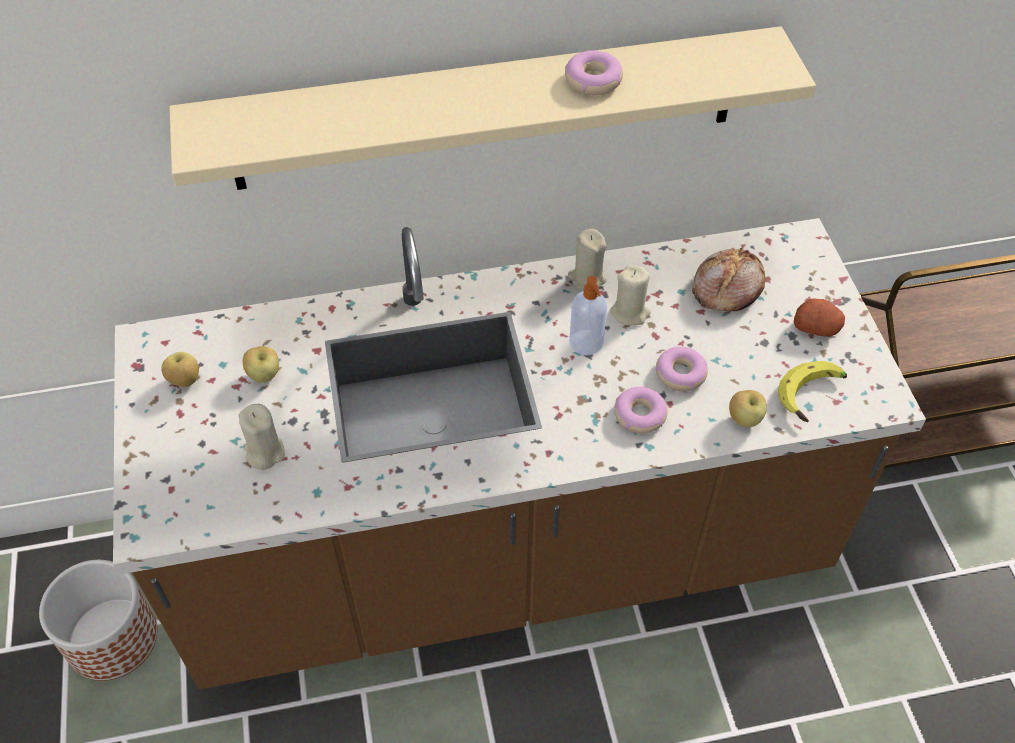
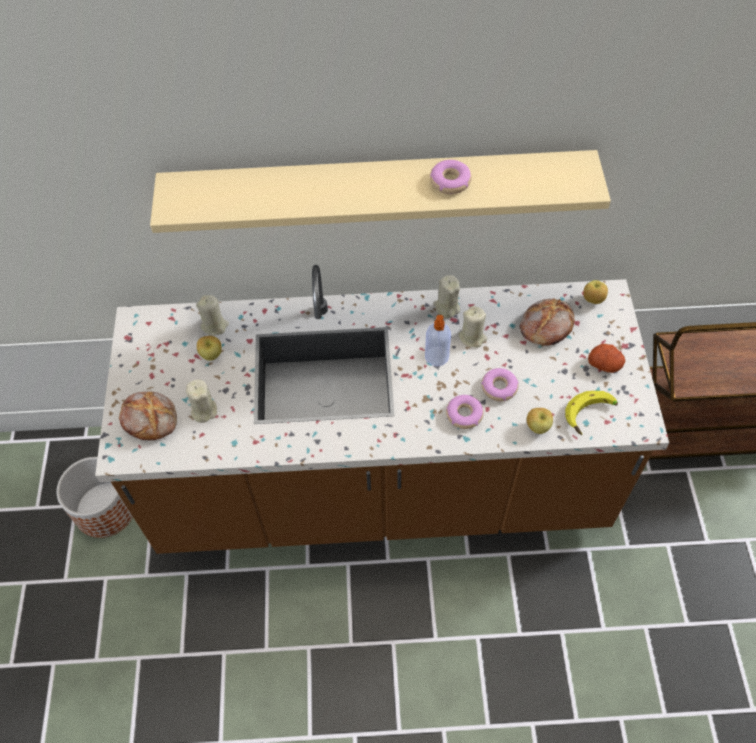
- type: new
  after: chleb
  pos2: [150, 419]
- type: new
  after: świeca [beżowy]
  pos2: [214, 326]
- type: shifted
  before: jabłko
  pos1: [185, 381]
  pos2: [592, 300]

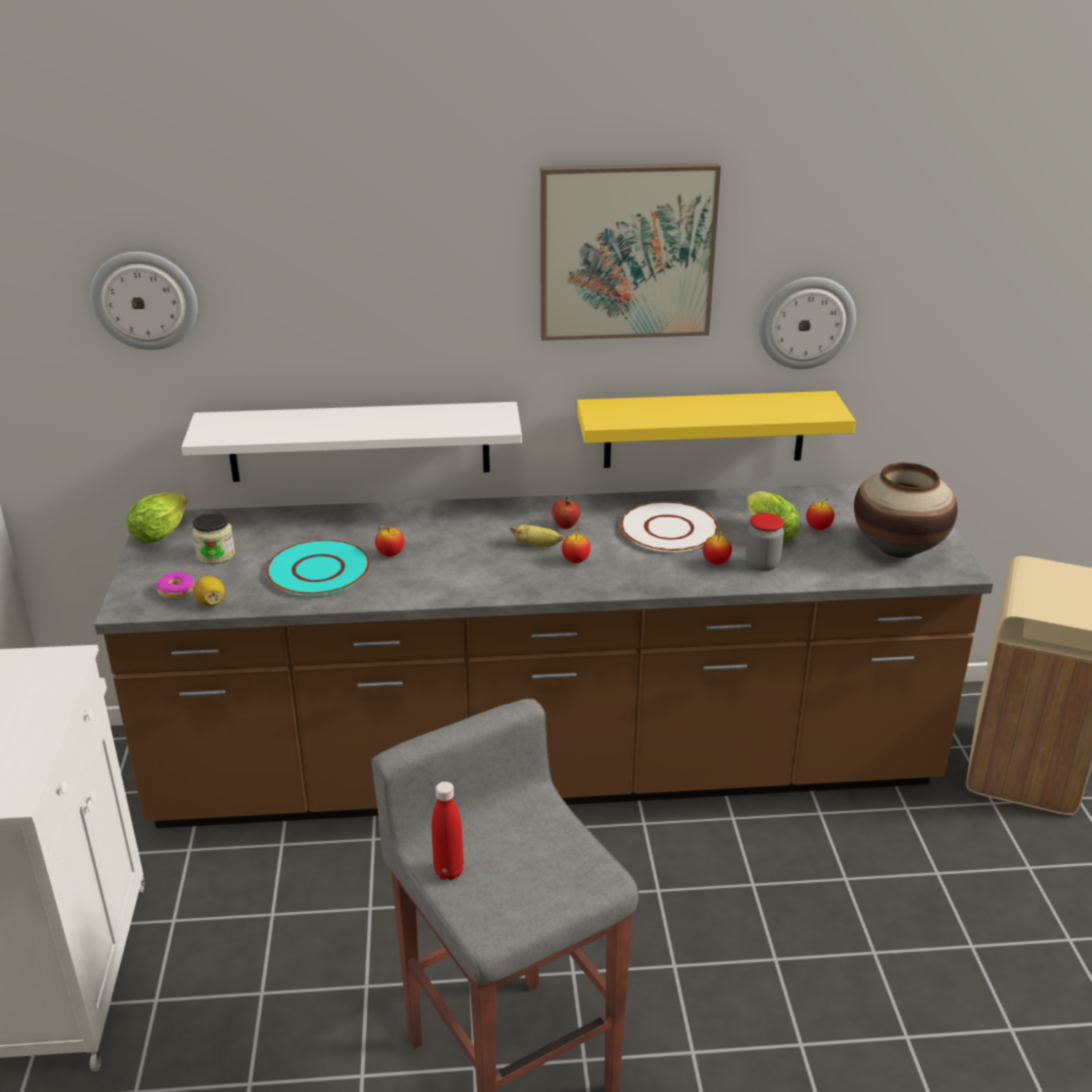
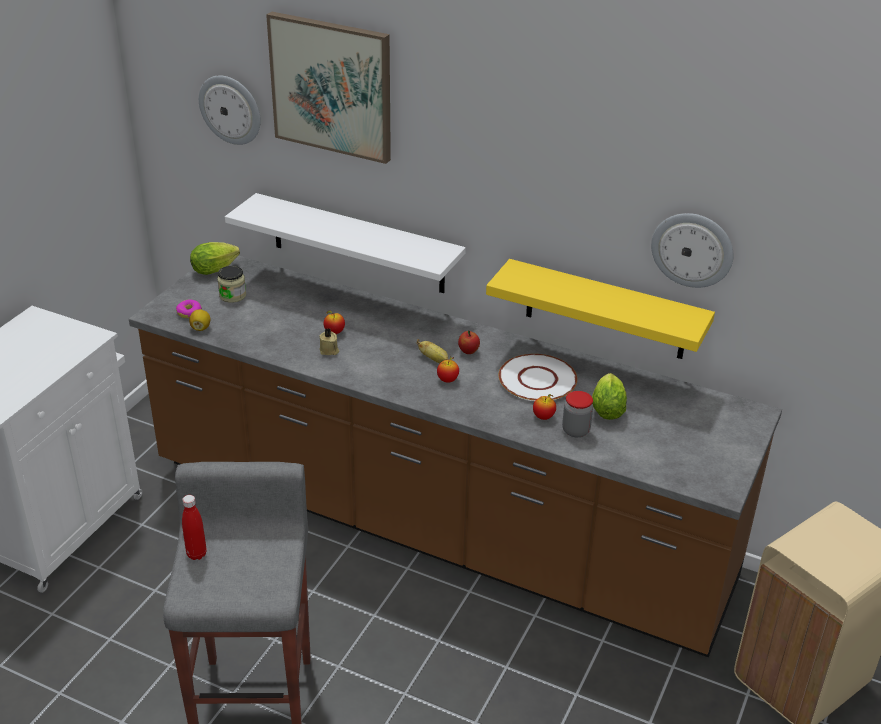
- type: shifted
  before: obraz
  pos1: [626, 251]
  pos2: [332, 86]
- type: new
  after: świeca [beżowy]
  pos2: [329, 351]
- type: gone
  before: talerz [turkusowy]
  pos1: [318, 570]
- type: gone
  before: jabłko
  pos1: [818, 528]
- type: gone
  before: wazon
  pos1: [897, 548]

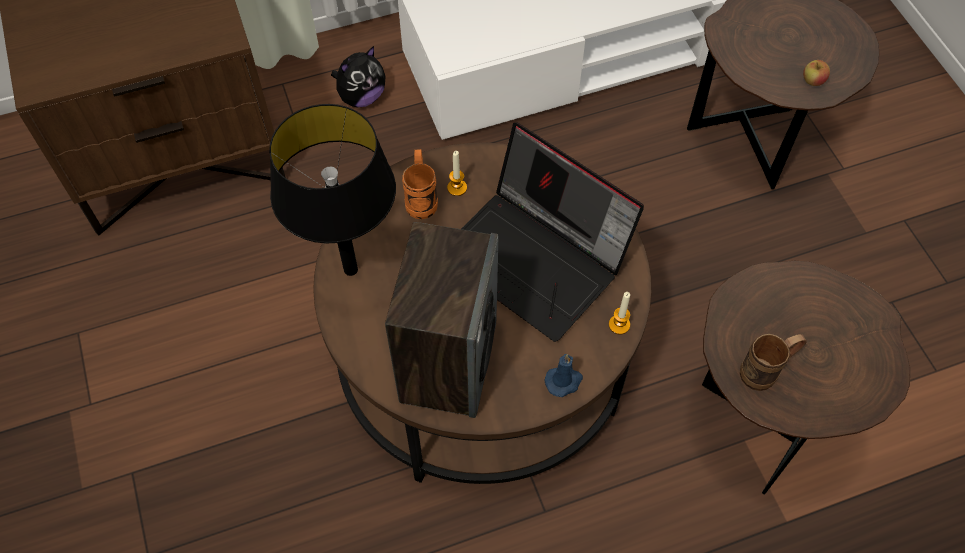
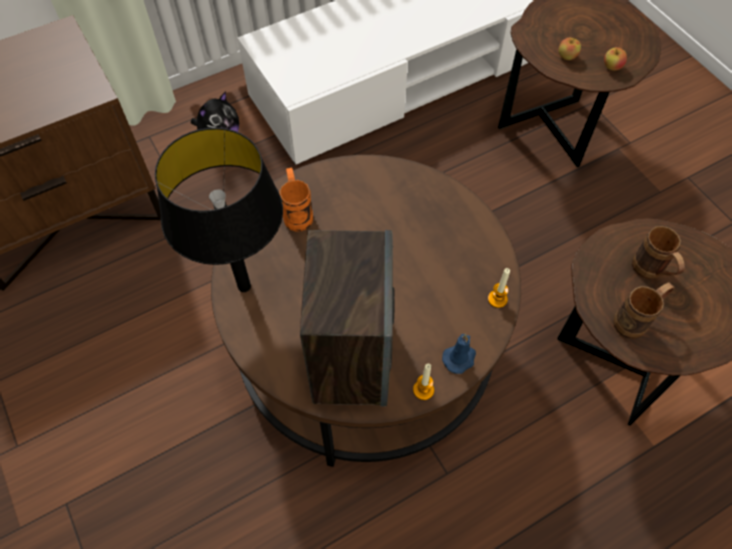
- type: shifted
  before: świeca
  pos1: [457, 188]
  pos2: [423, 390]
- type: new
  after: jabłko
  pos2: [567, 56]
- type: new
  after: kubek [brązowy]
  pos2: [651, 273]
- type: gone
  before: laptop
  pos1: [536, 259]

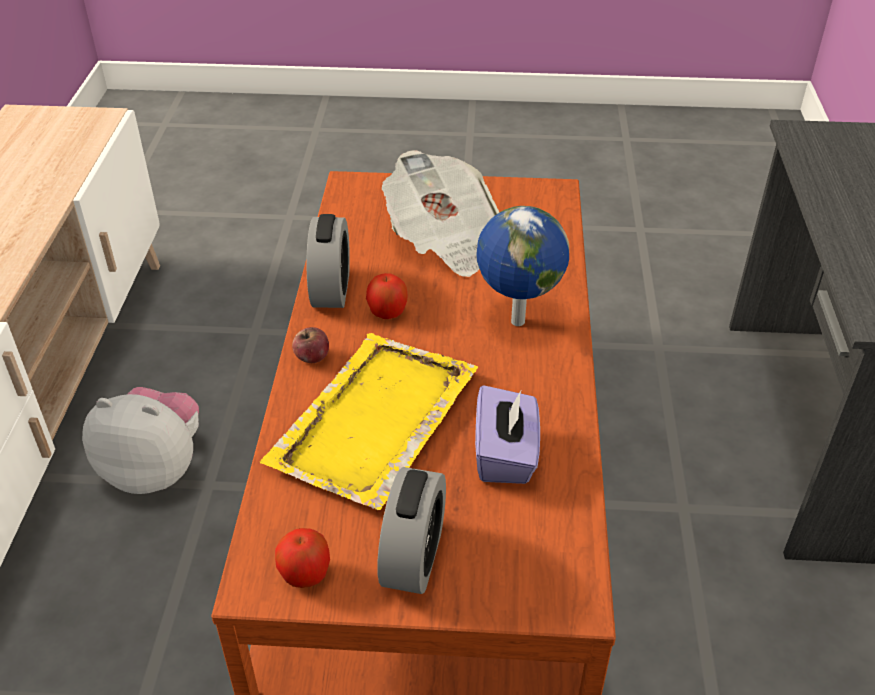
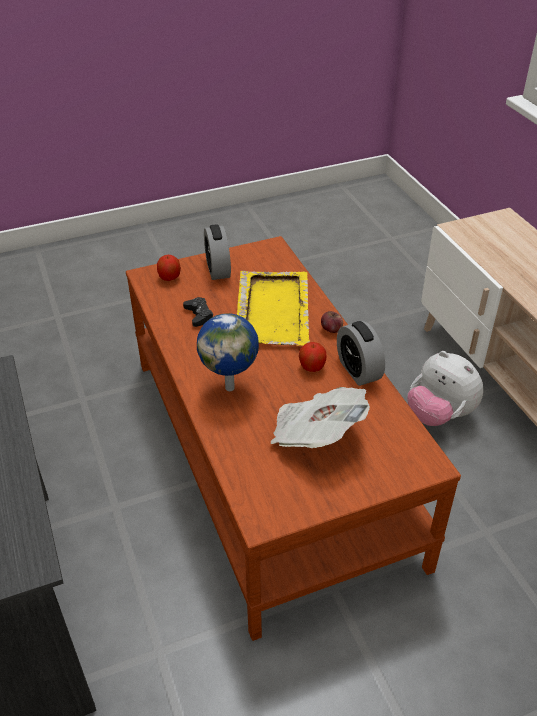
- type: shifted
  before: jabłko
  pos1: [305, 574]
  pos2: [169, 278]
- type: swapped
  before: pudełko chusteczek [fioletowy]
  after: pad do gier [czarny]
  pos1: [506, 455]
  pos2: [199, 315]
- type: rotated
  before: pluszak
  pos1: [156, 469]
  pos2: [439, 415]
  turn: 60

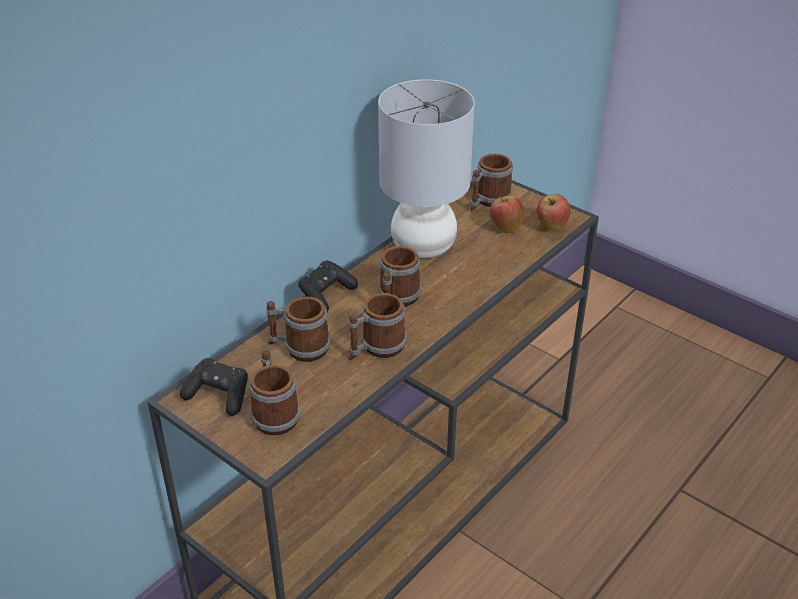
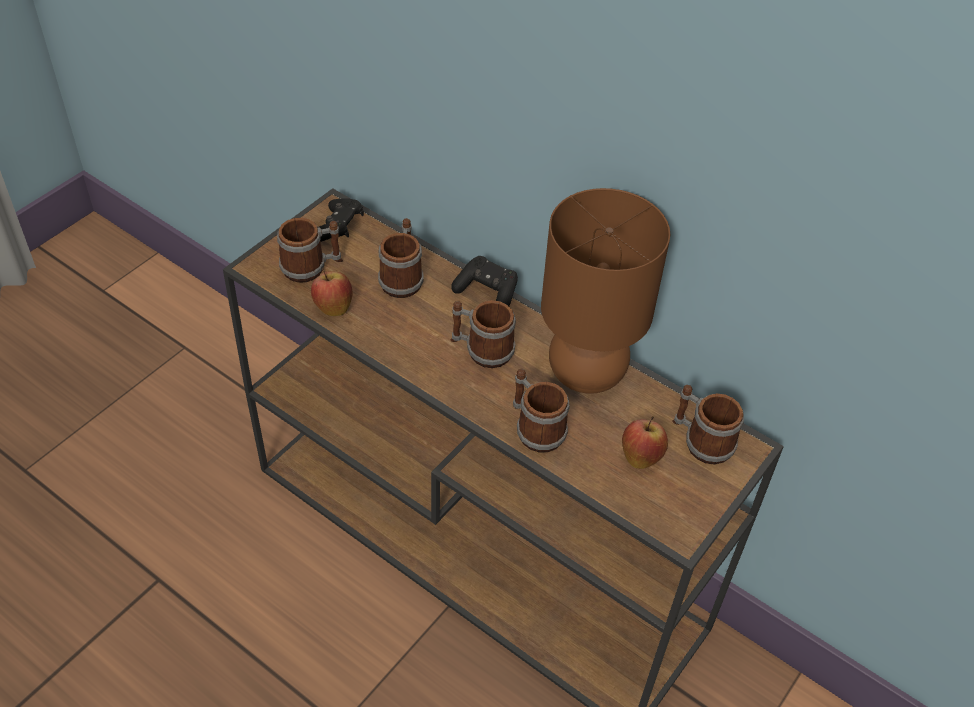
- type: shifted
  before: jabłko
  pos1: [551, 227]
  pos2: [333, 307]
- type: shifted
  before: kubek
  pos1: [376, 348]
  pos2: [535, 428]
- type: repainted
  before: lampa stołowa [szary]
  after: lampa stołowa [brązowy]
  pos1: [423, 246]
  pos2: [587, 373]

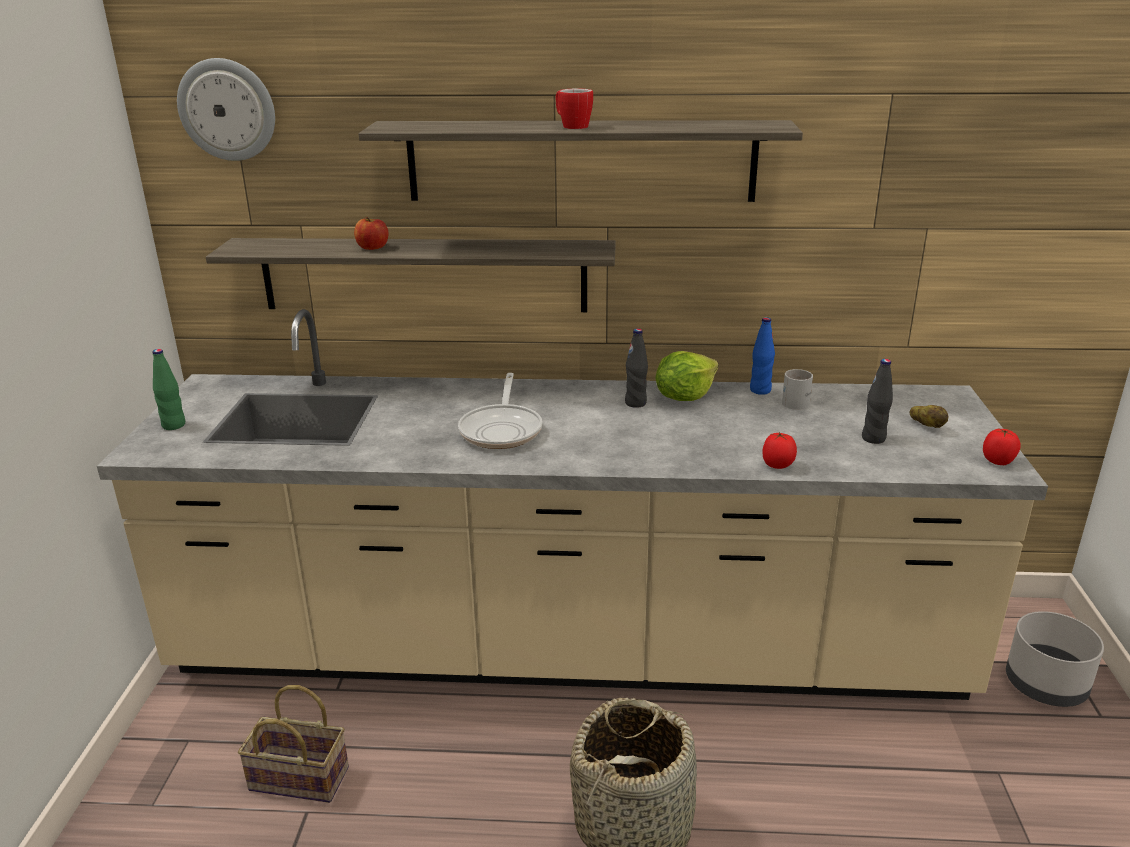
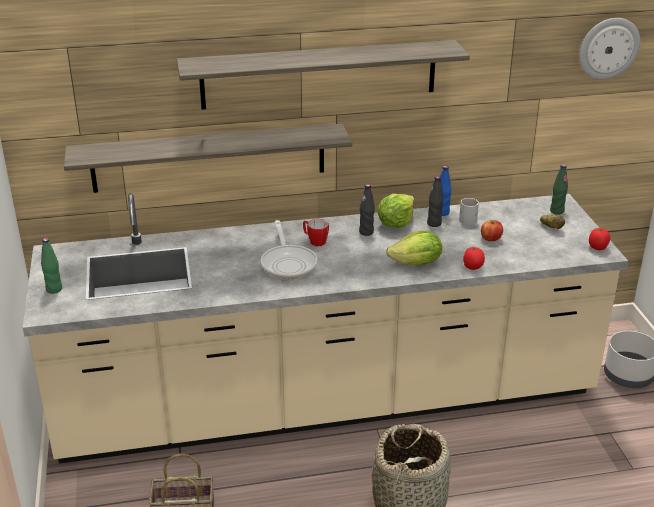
- type: shifted
  before: kubek
  pos1: [571, 126]
  pos2: [315, 241]
- type: new
  after: sałata
  pos2: [416, 263]
- type: shifted
  before: butelka [czarny]
  pos1: [873, 438]
  pos2: [434, 223]
- type: shifted
  before: jabłko
  pos1: [372, 247]
  pos2: [490, 238]
- type: new
  after: butelka [zielony]
  pos2: [557, 211]
- type: shifted
  before: zegar ścienny
  pos1: [227, 110]
  pos2: [608, 48]

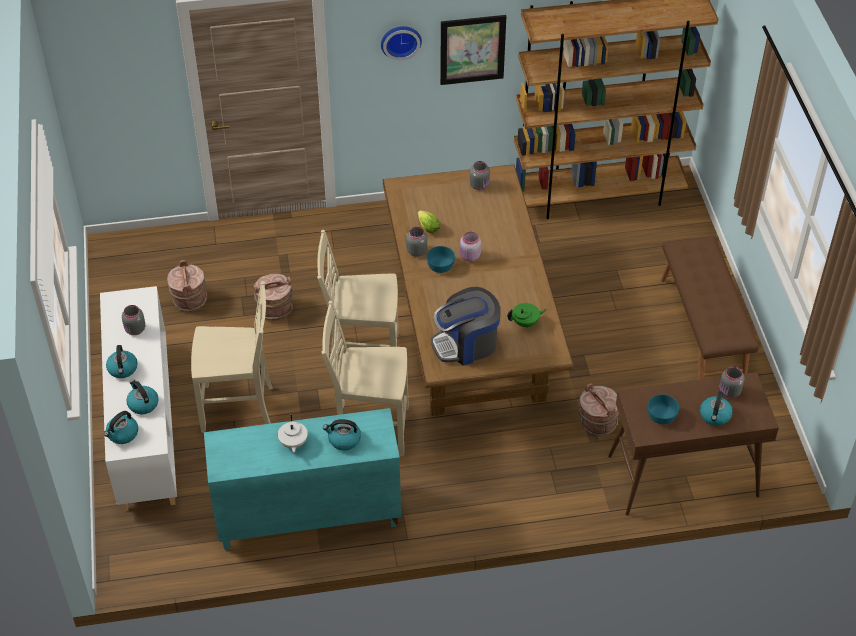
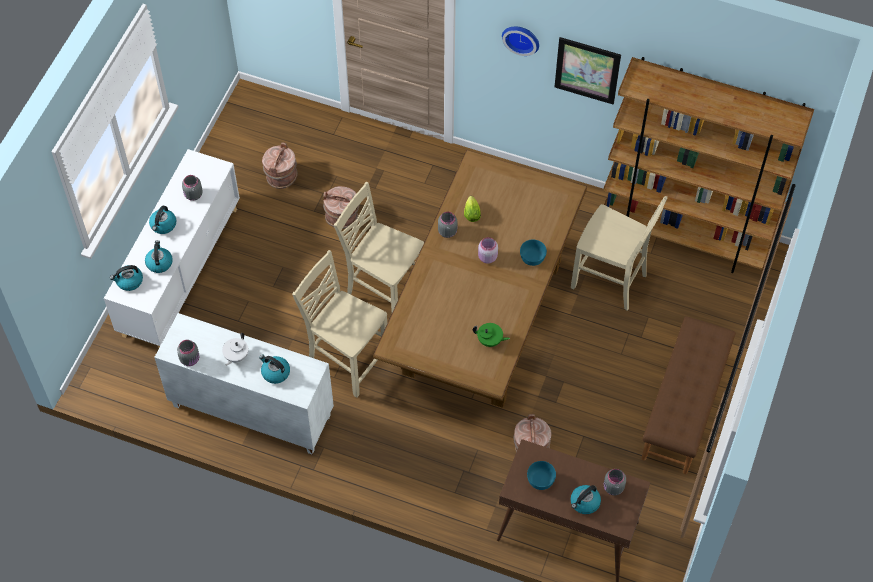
- type: repainted
  before: szafka [turkusowy]
  after: szafka [biały]
  pos1: [307, 517]
  pos2: [250, 411]
- type: shifted
  before: słoik [szary]
  pos1: [479, 185]
  pos2: [190, 359]
- type: shifted
  before: miska [turkusowy]
  pos1: [441, 265]
  pos2: [533, 257]
- type: shifted
  before: krzesło [beżowy]
  pos1: [239, 408]
  pos2: [610, 281]
- type: gone
  before: ekspres do kawy
  pos1: [466, 344]

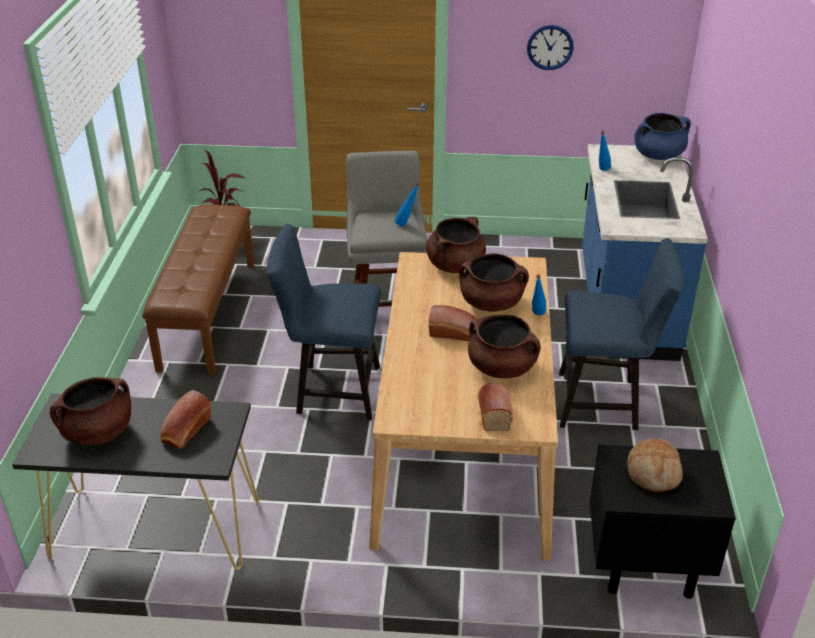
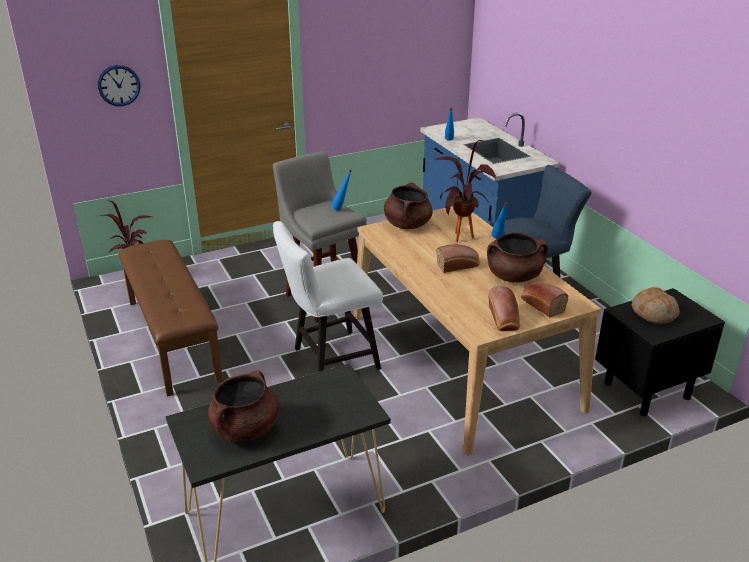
- type: shifted
  before: zegar ścienny
  pos1: [550, 47]
  pos2: [119, 85]
- type: repainted
  before: krzesło [niebieski]
  after: krzesło [biały]
  pos1: [331, 390]
  pos2: [330, 359]
- type: swapped
  before: garnek [brązowy]
  after: roślina doniczkowa
  pos1: [491, 303]
  pos2: [460, 240]
- type: shifted
  before: chleb
  pos1: [185, 431]
  pos2: [503, 319]
- type: gone
  before: garnek [niebieski]
  pos1: [658, 155]

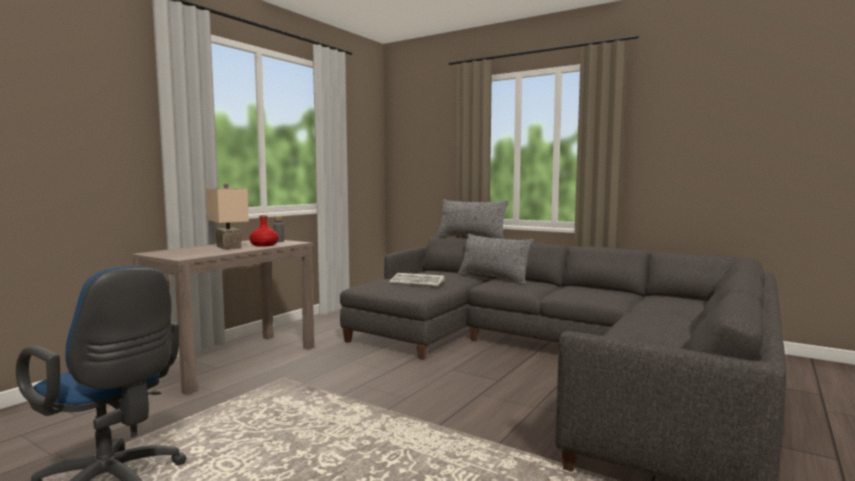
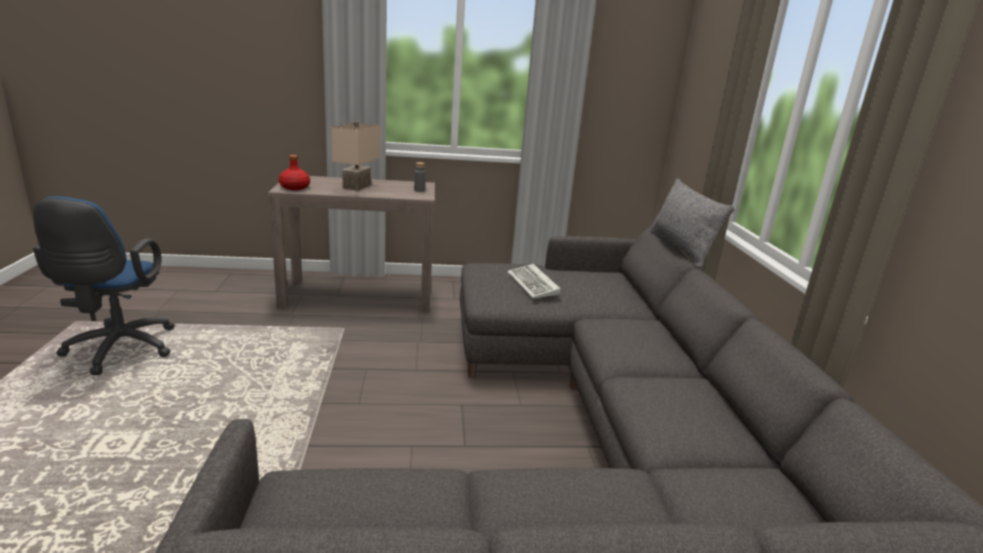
- type: shifted
  before: butelka [czerwony]
  pos1: [264, 245]
  pos2: [295, 187]
- type: gone
  before: poduszka [szary]
  pos1: [493, 279]

